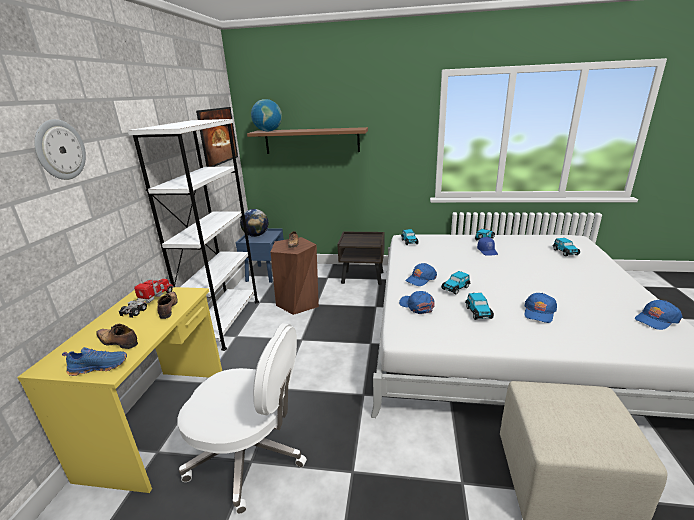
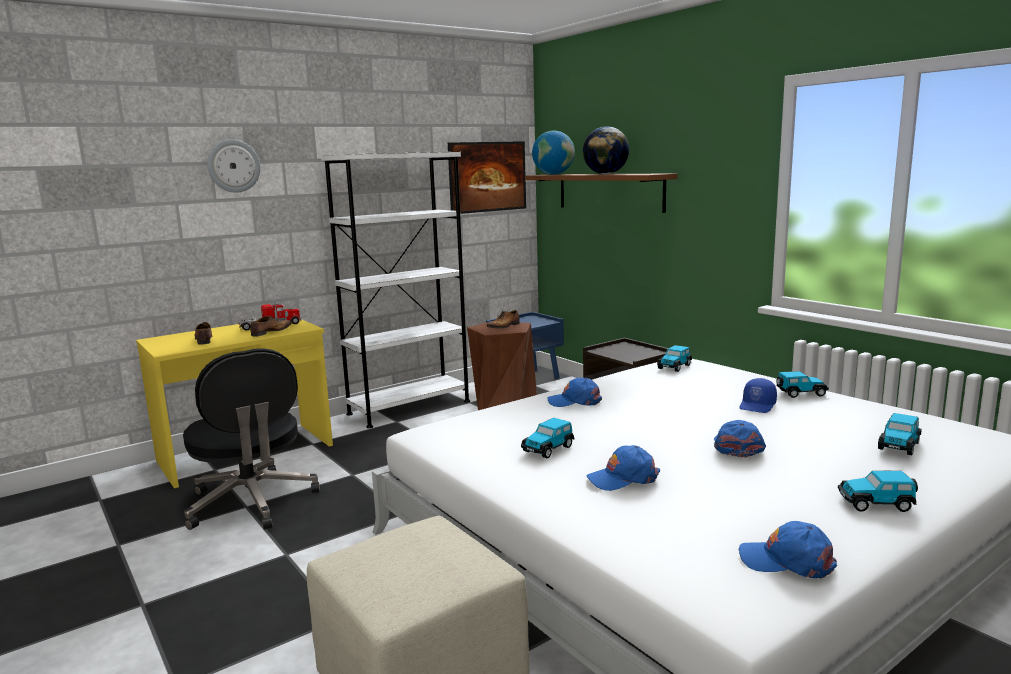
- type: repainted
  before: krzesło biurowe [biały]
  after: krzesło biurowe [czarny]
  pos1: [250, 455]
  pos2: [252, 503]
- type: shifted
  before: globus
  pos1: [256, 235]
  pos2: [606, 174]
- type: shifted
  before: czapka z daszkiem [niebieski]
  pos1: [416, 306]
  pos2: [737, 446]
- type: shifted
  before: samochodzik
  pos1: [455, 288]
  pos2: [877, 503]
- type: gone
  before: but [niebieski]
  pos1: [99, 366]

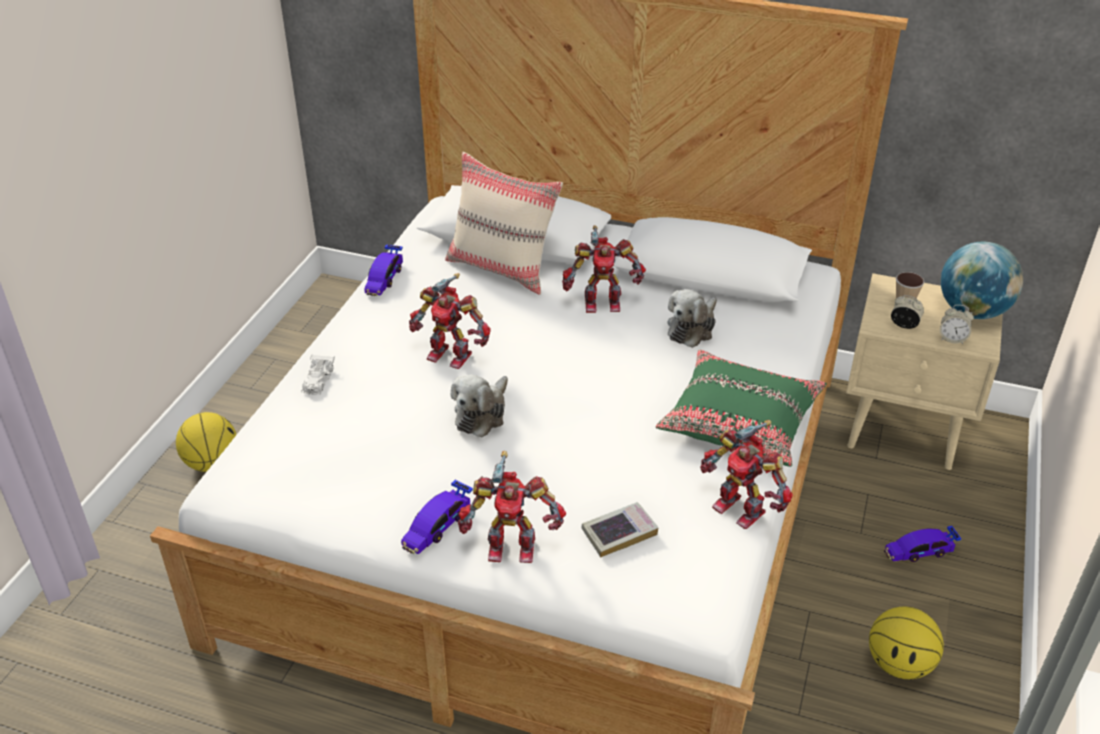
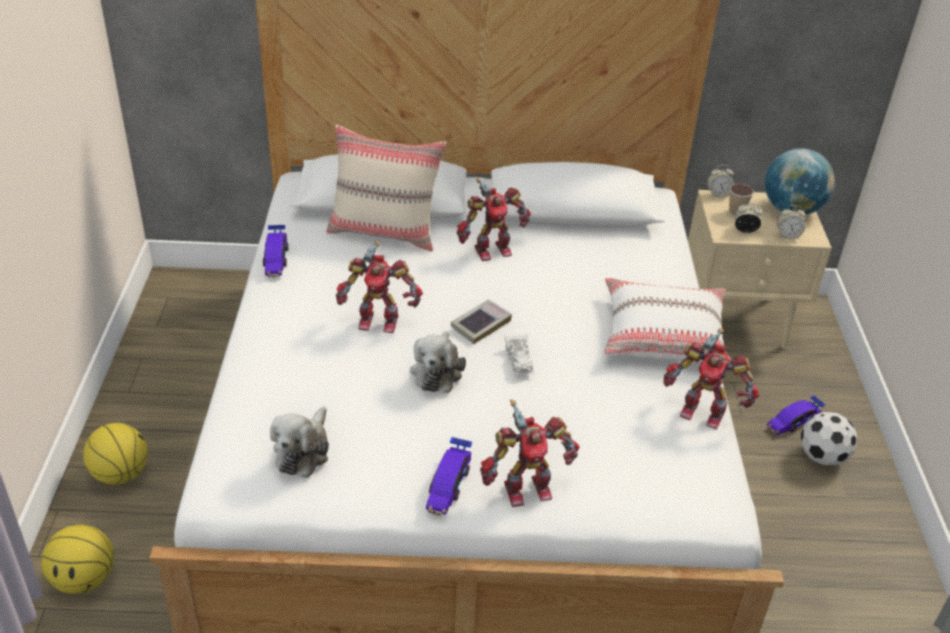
- type: shifted
  before: piłka do koszykówki
  pos1: [899, 664]
  pos2: [85, 580]
- type: shifted
  before: pluszak
  pos1: [692, 328]
  pos2: [303, 451]
- type: shifted
  before: książka
  pos1: [619, 533]
  pos2: [481, 325]
- type: shifted
  before: samochodzik [biały]
  pos1: [317, 380]
  pos2: [519, 360]
- type: repainted
  before: poduszka [zielony]
  after: poduszka [biały]
  pos1: [740, 421]
  pos2: [664, 335]
- type: new
  after: budzik
  pos2: [718, 194]
- type: new
  after: piłka futbolowa
  pos2: [823, 456]

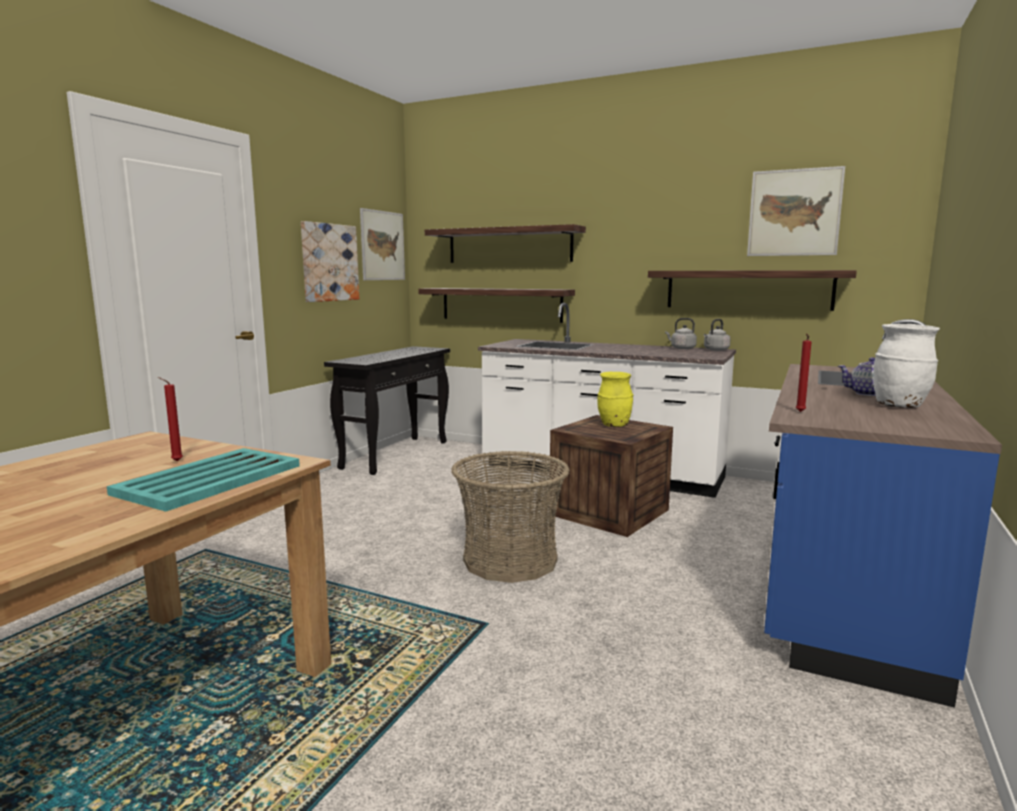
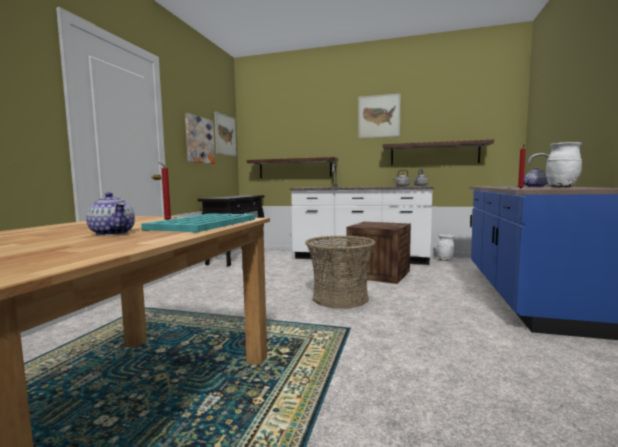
- type: new
  after: imbryk
  pos2: [113, 233]
- type: shifted
  before: obraz
  pos1: [794, 212]
  pos2: [379, 116]
- type: new
  after: wazon [biały]
  pos2: [445, 260]
- type: gone
  before: półka
  pos1: [509, 245]
- type: gone
  before: wazon [żółty]
  pos1: [614, 425]

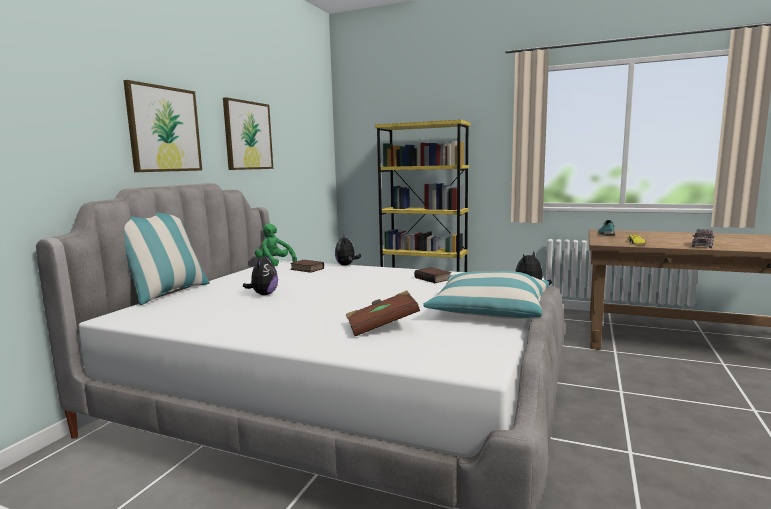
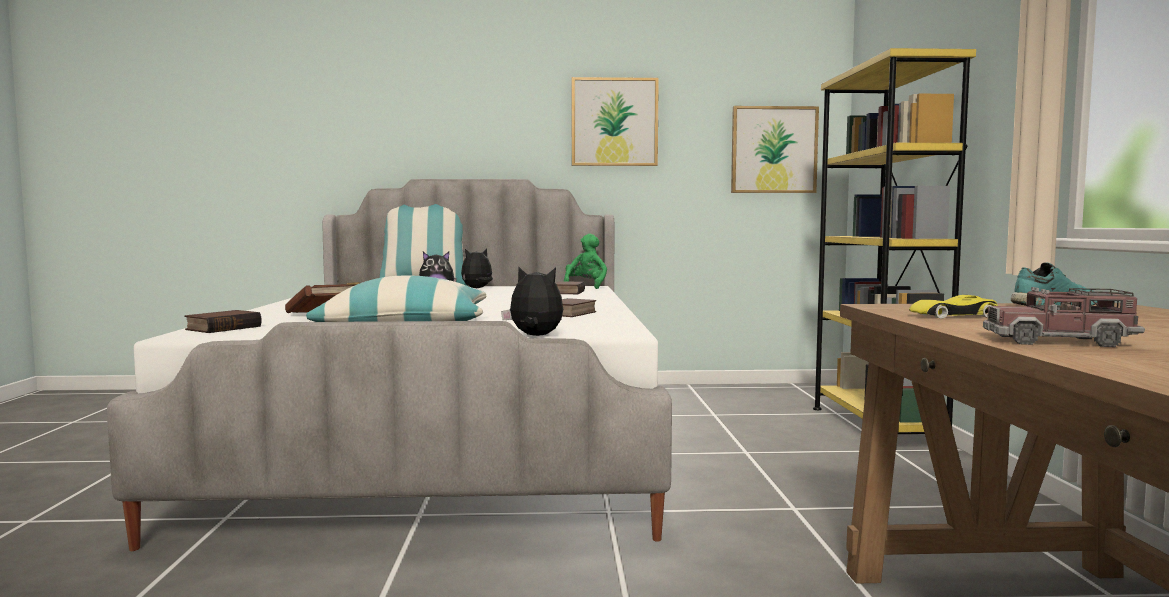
- type: new
  after: książka
  pos2: [223, 328]
- type: shifted
  before: pluszak
  pos1: [346, 265]
  pos2: [477, 288]
- type: shifted
  before: obraz
  pos1: [164, 129]
  pos2: [773, 150]

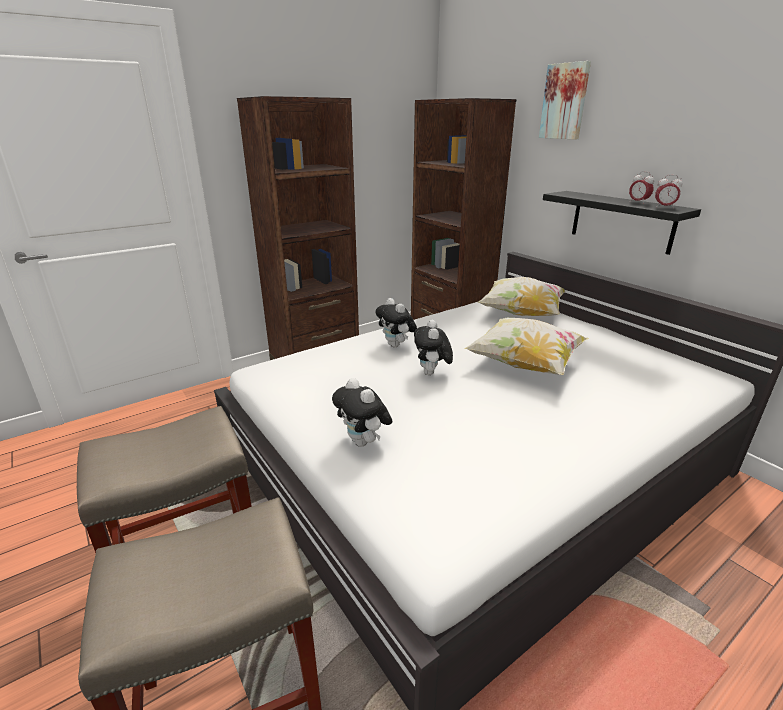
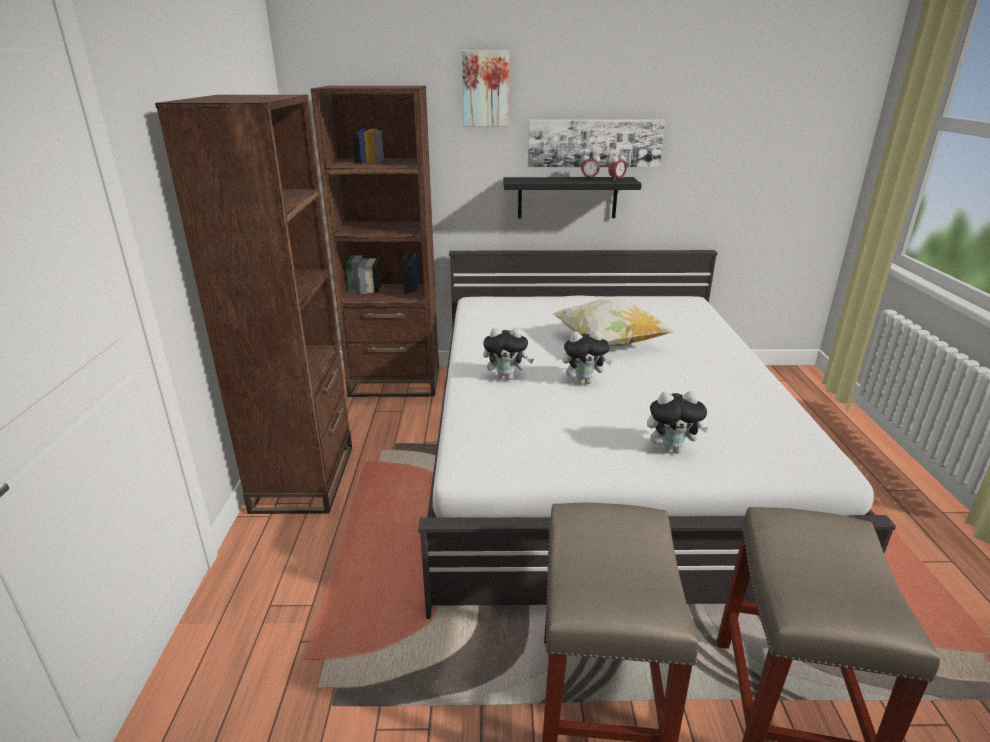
- type: new
  after: obraz
  pos2: [594, 143]
- type: rotated
  before: pluszak
  pos1: [432, 373]
  pos2: [584, 381]
  turn: -45
- type: gone
  before: poduszka
  pos1: [521, 314]

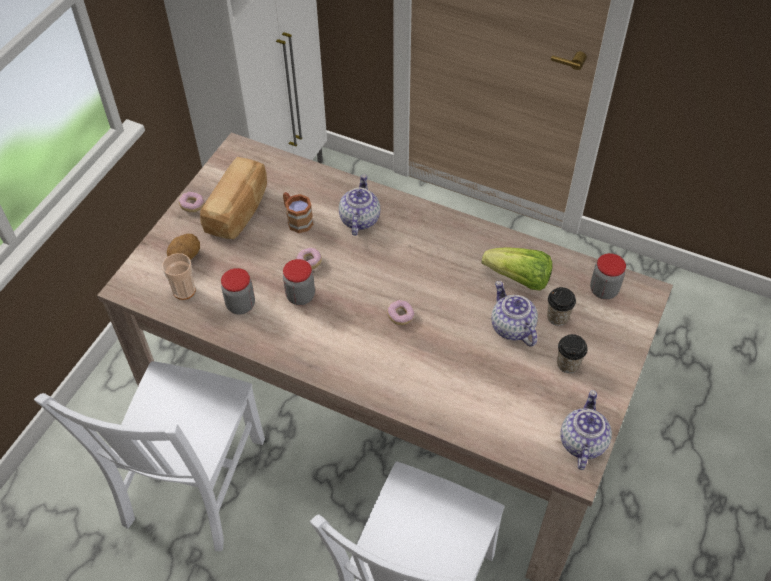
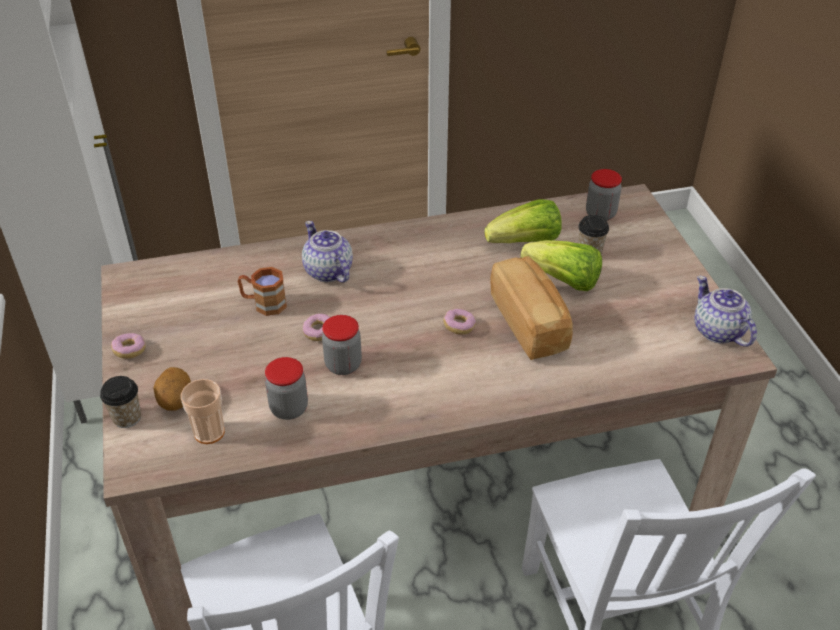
- type: shifted
  before: filiżanka
  pos1: [568, 364]
  pos2: [127, 418]
- type: shifted
  before: chleb
  pos1: [239, 211]
  pos2: [530, 323]
- type: swapped
  before: imbryk
  after: sałata
  pos1: [511, 327]
  pos2: [563, 280]

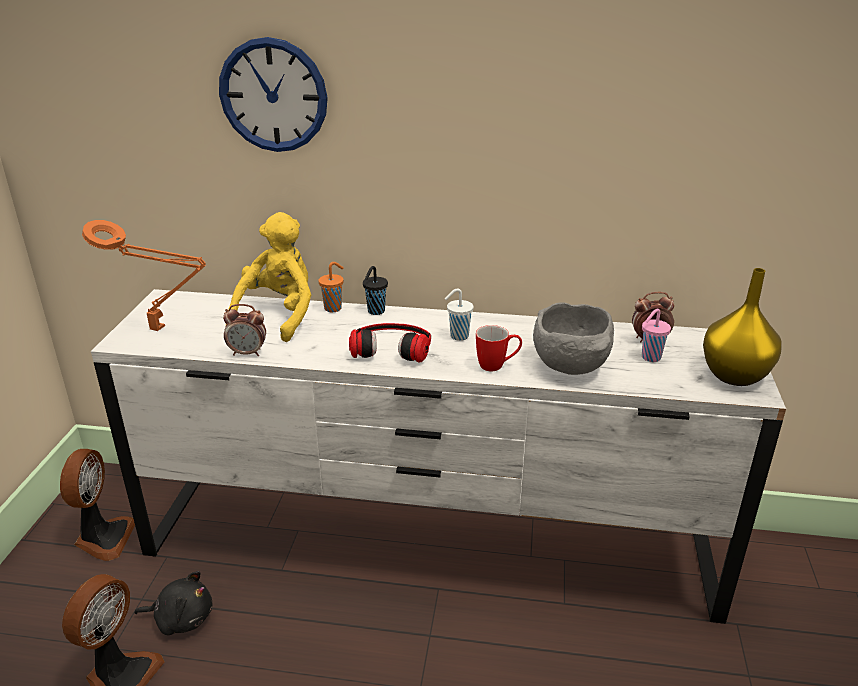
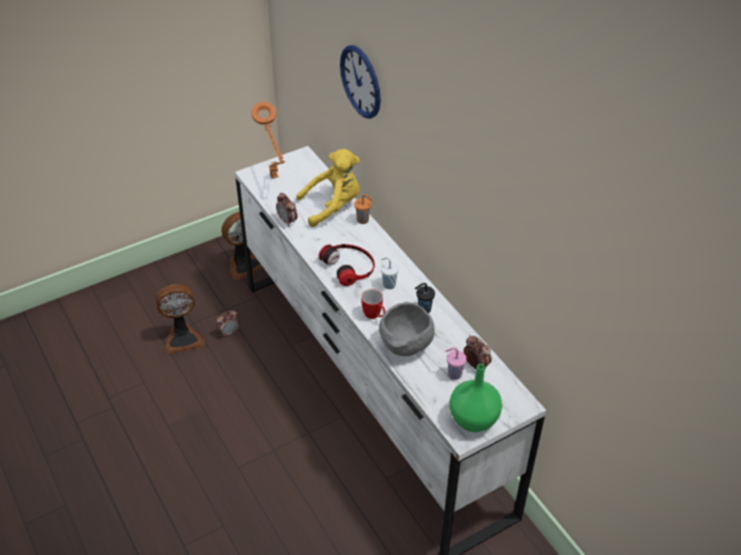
- type: swapped
  before: pluszak [czarny]
  after: budzik
  pos1: [181, 618]
  pos2: [229, 332]
- type: shifted
  before: filiżanka [czarny]
  pos1: [375, 311]
  pos2: [423, 309]
- type: repainted
  before: wazon [żółty]
  after: wazon [zielony]
  pos1: [733, 375]
  pos2: [473, 419]

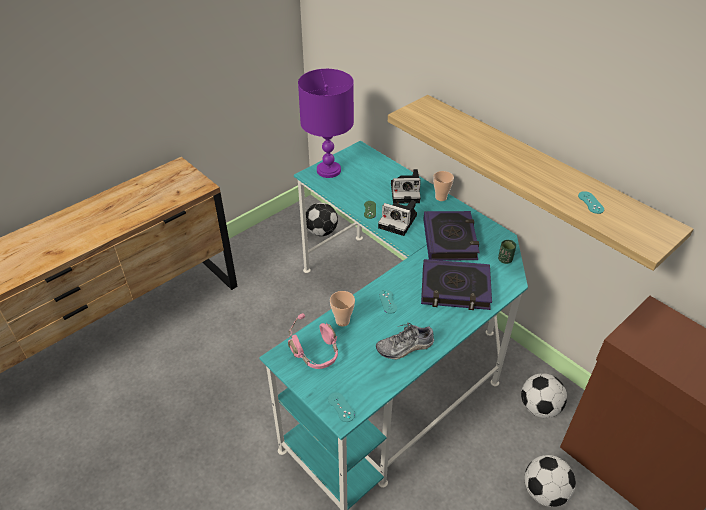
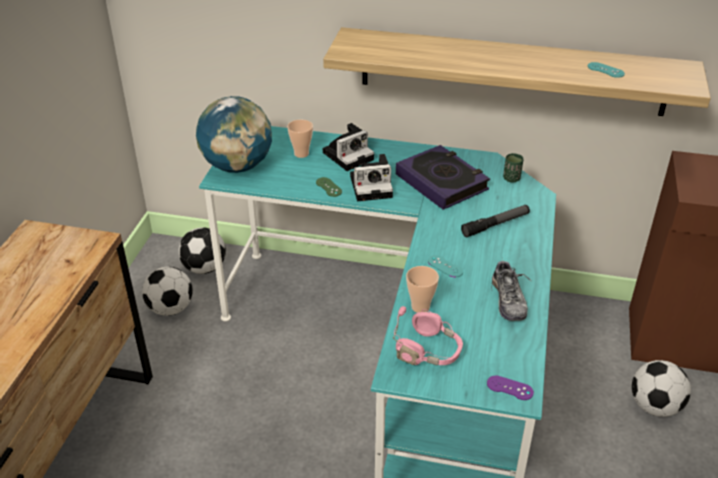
- type: shifted
  before: piłka futbolowa
  pos1: [539, 407]
  pos2: [171, 308]
- type: swapped
  before: lampa stołowa [fioletowy]
  after: globus
  pos1: [328, 171]
  pos2: [237, 166]
- type: shifted
  before: filiżanka
  pos1: [441, 197]
  pos2: [301, 154]
- type: swapped
  before: książka
  after: latarka
  pos1: [455, 289]
  pos2: [495, 225]
- type: repainted
  before: pad do gier [turkusowy]
  after: pad do gier [fioletowy]
  pos1: [341, 407]
  pos2: [510, 388]
- type: rotated
  before: but
  pos1: [405, 347]
  pos2: [508, 300]
  turn: -45

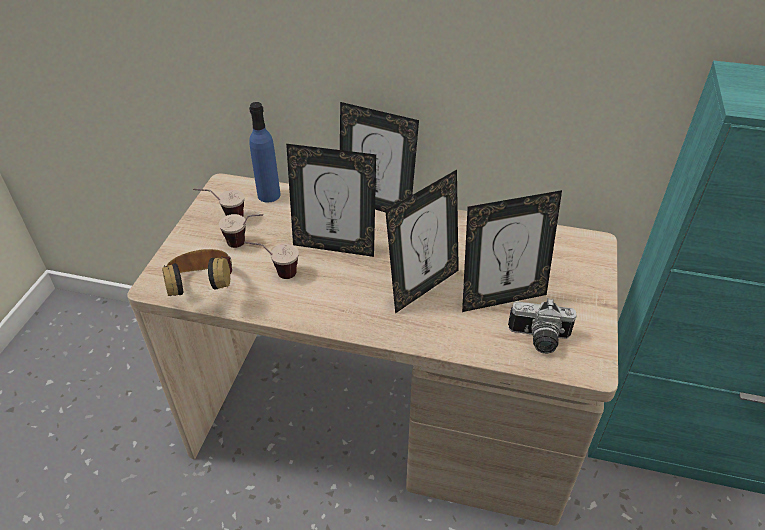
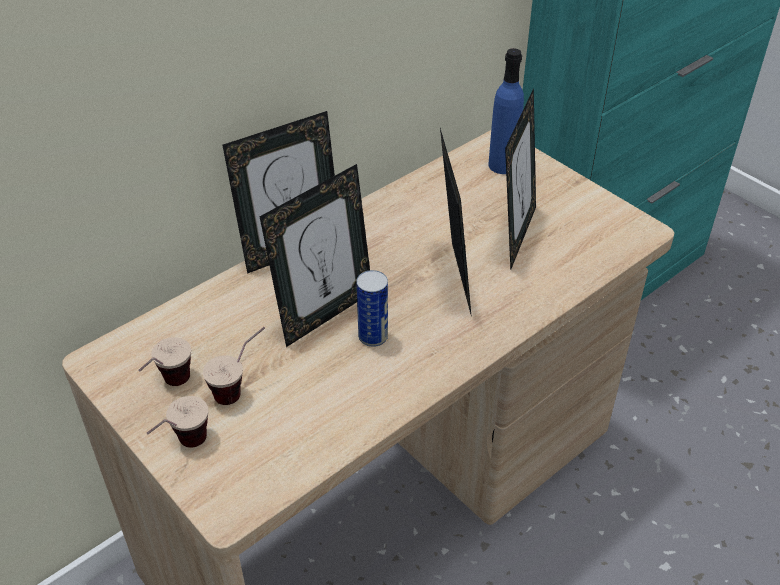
- type: shifted
  before: filiżanka
  pos1: [275, 274]
  pos2: [183, 449]
- type: new
  after: puszka
  pos2: [373, 337]
- type: shifted
  before: butelka [niebieski]
  pos1: [269, 195]
  pos2: [502, 165]
- type: gone
  before: słuchawki
  pos1: [203, 289]
- type: gone
  before: aparat fotograficzny
  pos1: [539, 339]

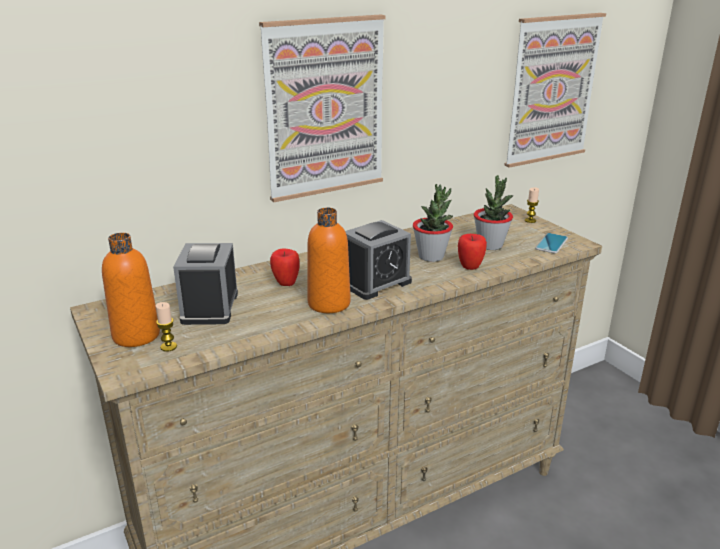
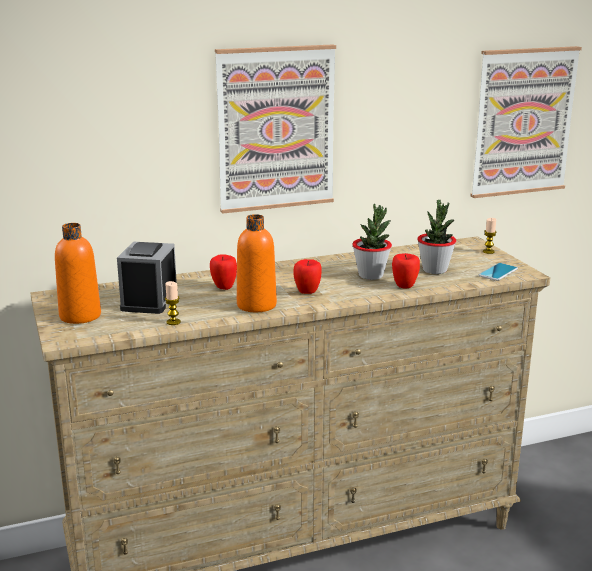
- type: shifted
  before: świeca
  pos1: [168, 347]
  pos2: [173, 322]
- type: swapped
  before: budzik
  after: jabłko
  pos1: [376, 283]
  pos2: [307, 292]

